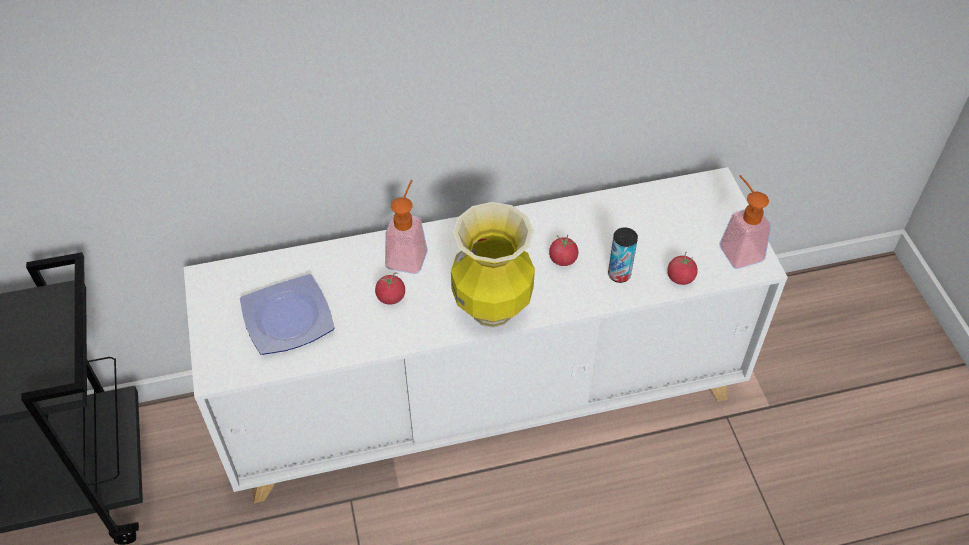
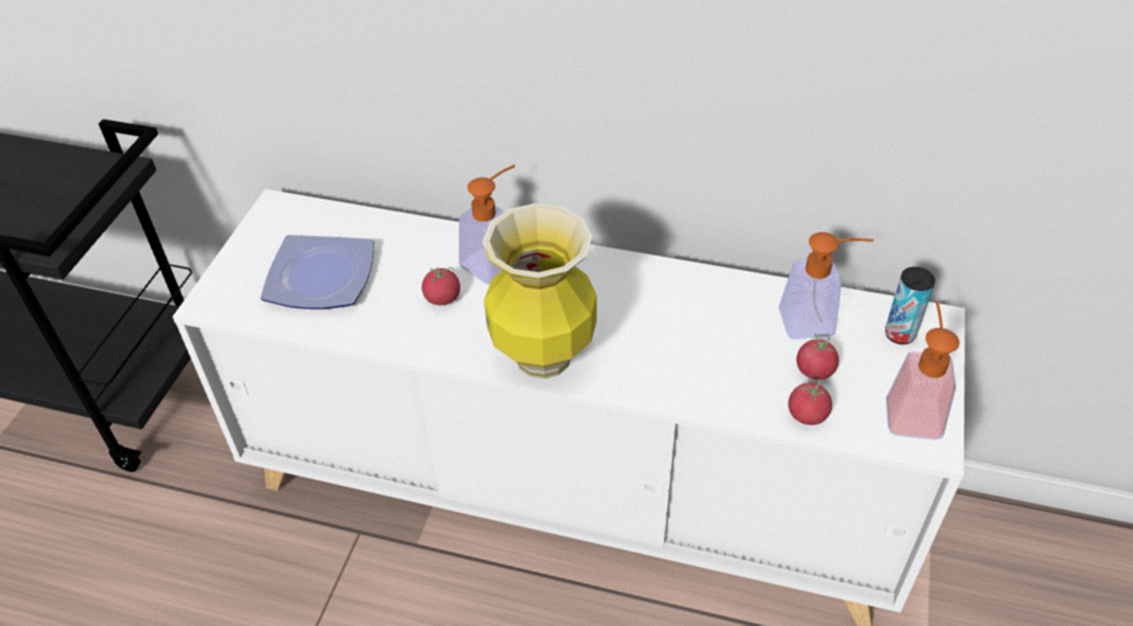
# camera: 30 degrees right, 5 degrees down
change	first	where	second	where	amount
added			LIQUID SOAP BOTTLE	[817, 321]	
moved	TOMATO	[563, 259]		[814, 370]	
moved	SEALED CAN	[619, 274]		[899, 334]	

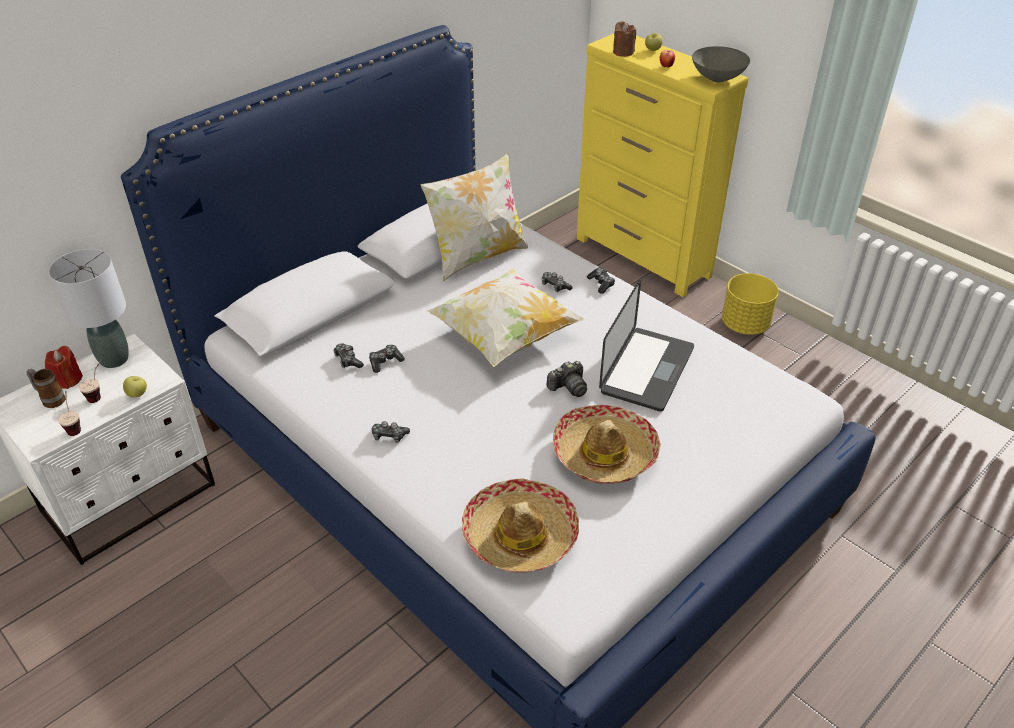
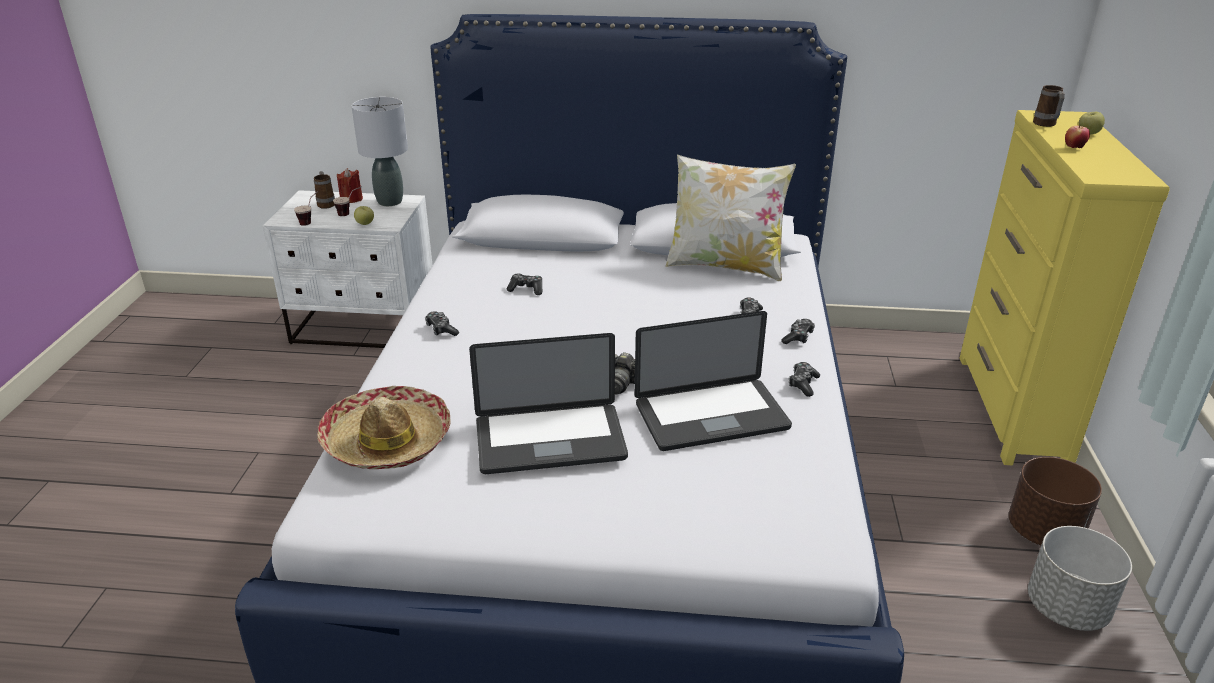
# camera: 50 degrees right, 10 degrees down
change	first	where	second	where	amount
replaced	HAT	[604, 454]	PORTABLE COMPUTER	[550, 441]	
moved	GAME CONTROLLER	[348, 360]		[803, 384]	
recoloured	YELLOW FLOWER POT	[745, 324]	BROWNISH FLOWER POT	[1044, 532]	
added			GRAY FLOWER POT	[1066, 607]	
replaced	BROWNISH WAX CANDLE	[623, 52]	TEA MUG	[1046, 125]	
removed	PILLOW	[504, 337]			
removed	GRAY SERVING BOWL	[717, 78]			

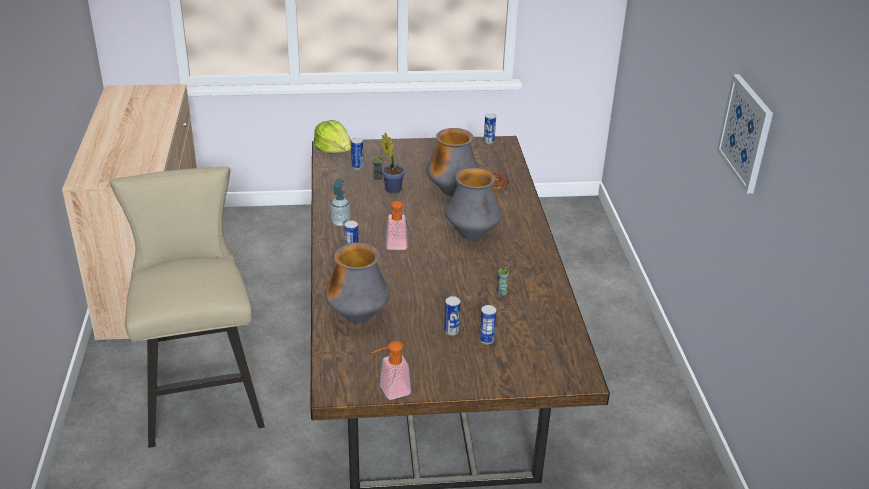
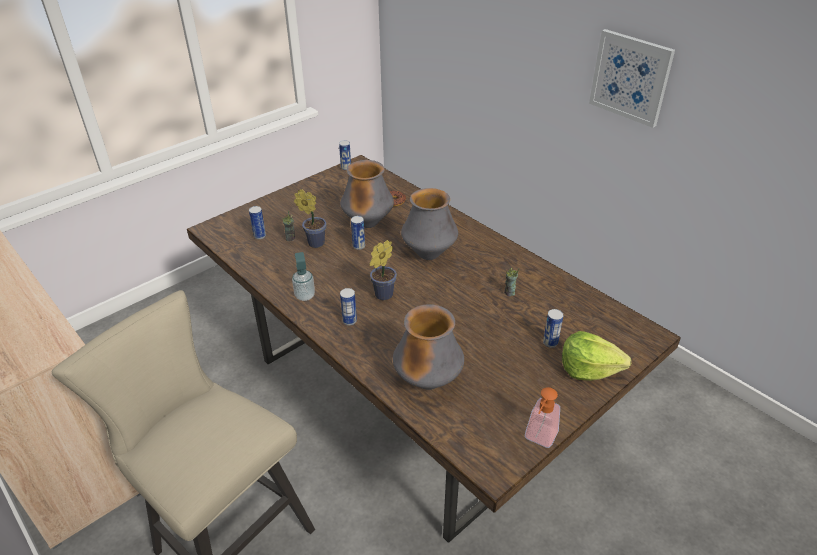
# camera: 35 degrees left, 5 degrees up
change	first	where	second	where	amount
moved	SEALED CAN	[451, 331]		[359, 246]	
replaced	LIQUID SOAP BOTTLE	[396, 247]	POTTED PLANT	[381, 295]	
moved	LETTUCE	[333, 150]		[588, 369]	

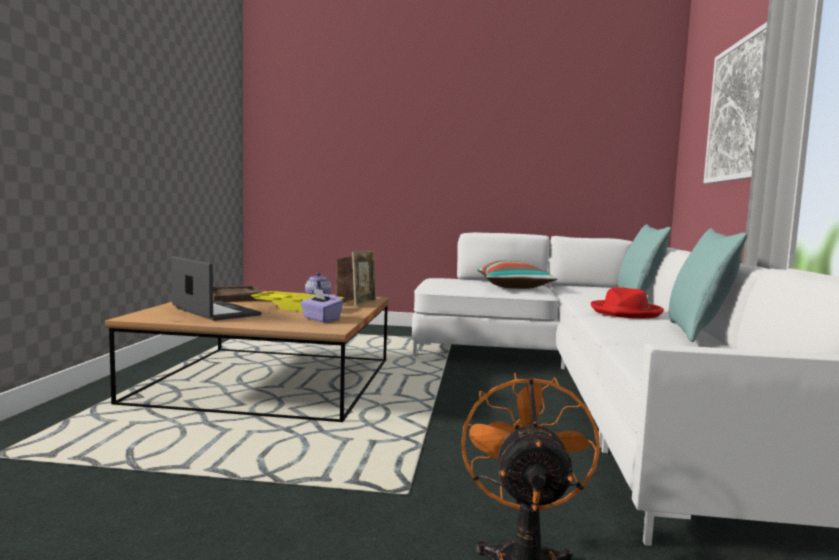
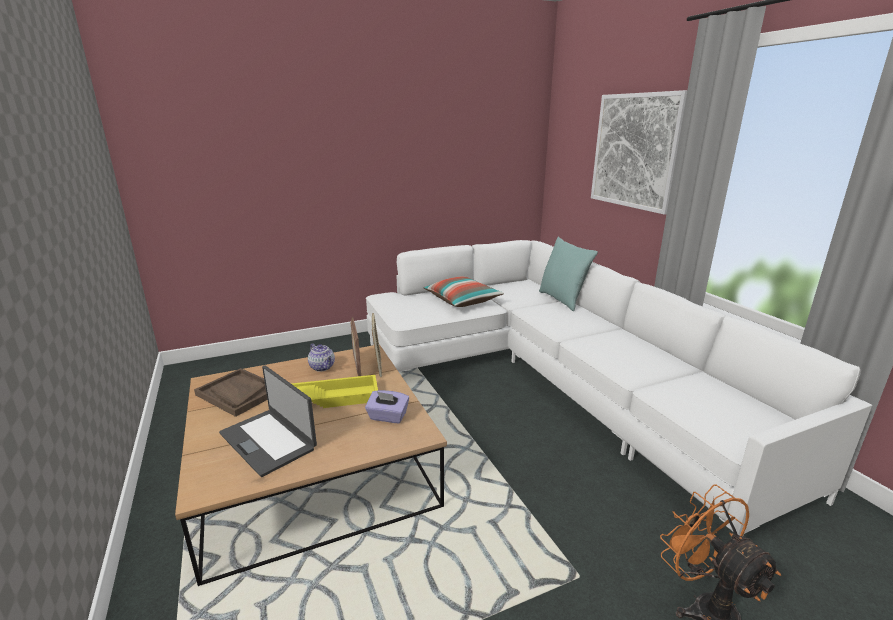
# camera: 30 degrees left, 15 degrees up
change	first	where	second	where	amount
turned	PORTABLE COMPUTER	[214, 312]		[269, 440]	150 degrees counterclockwise
removed	REDDISH HAT	[626, 312]			
removed	TURQUOISE-COLOURED PILLOW	[697, 333]			

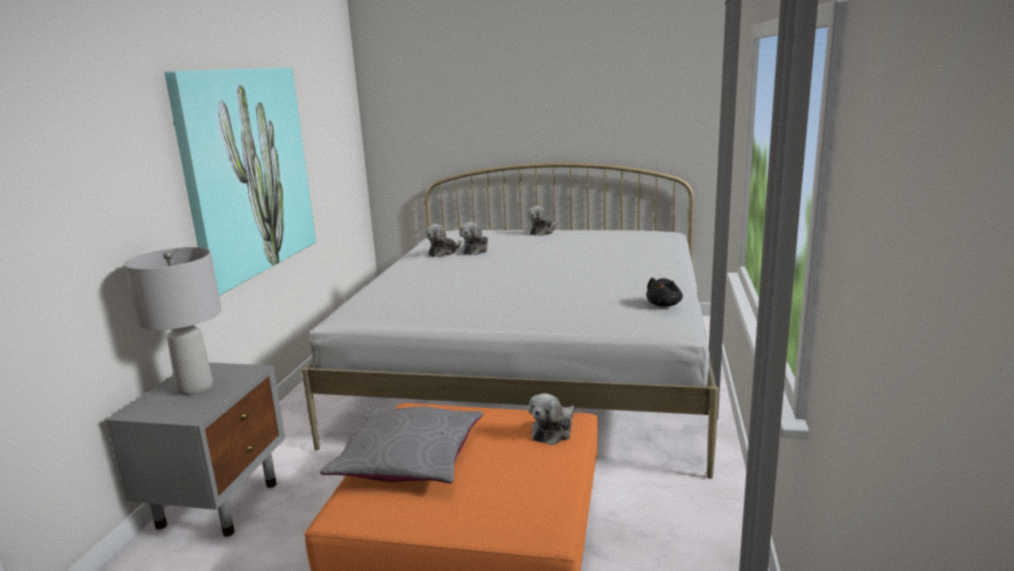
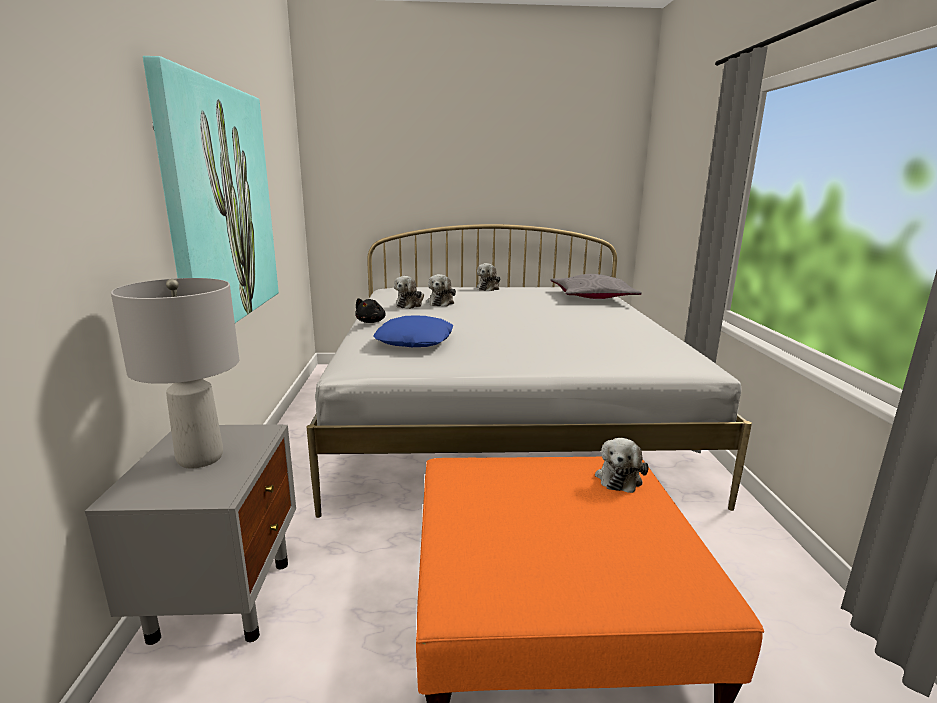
# camera: 15 degrees left, 0 degrees up
change	first	where	second	where	amount
moved	BLACK-COLOURED SOFT TOY	[664, 304]		[371, 322]	
added			BLUE PILLOW	[415, 341]	
moved	GRAY PILLOW	[408, 458]		[592, 297]	

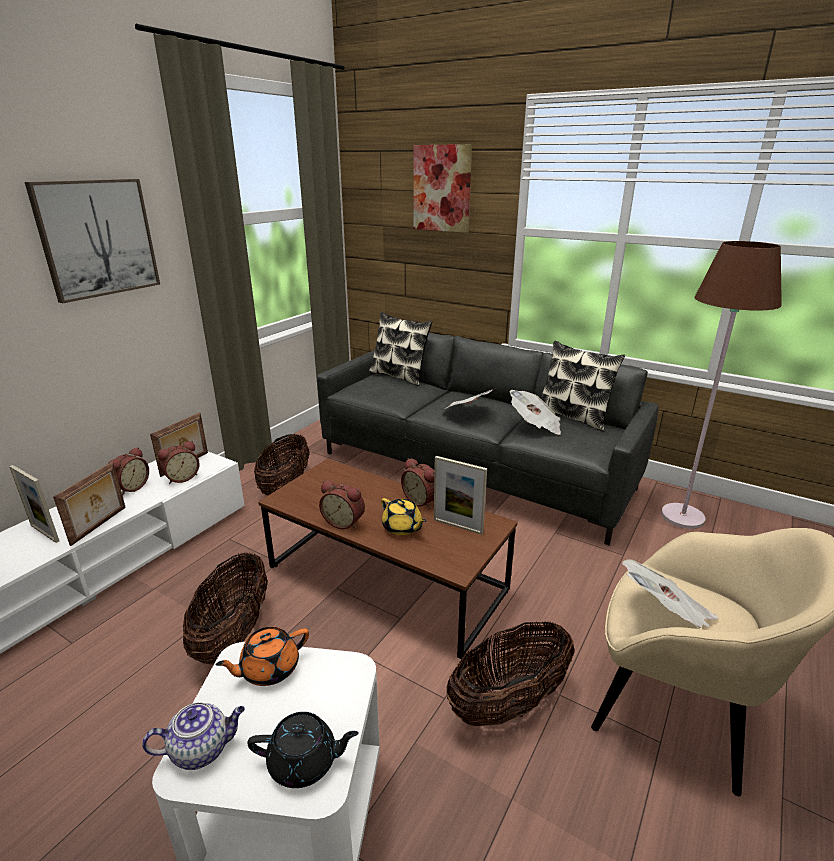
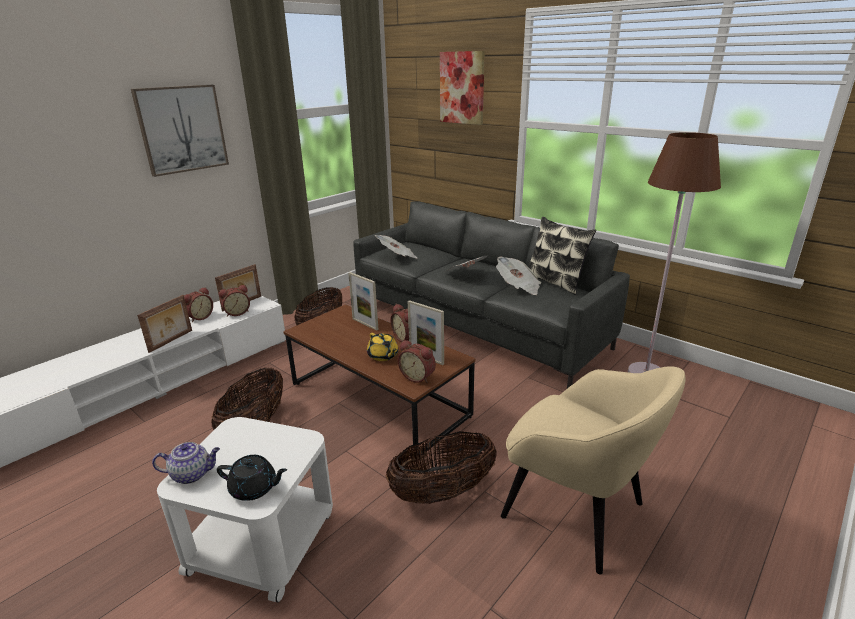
# camera: 10 degrees right, 0 degrees up
change	first	where	second	where	amount
moved	STANDING FRAME	[45, 533]		[365, 324]	
moved	DAILY PAPER	[666, 613]		[397, 257]	
moved	BEDSIDE CLOCK	[344, 522]		[418, 376]	
removed	ORANGEY TEAPOT	[269, 669]			
removed	PILLOW	[399, 376]			

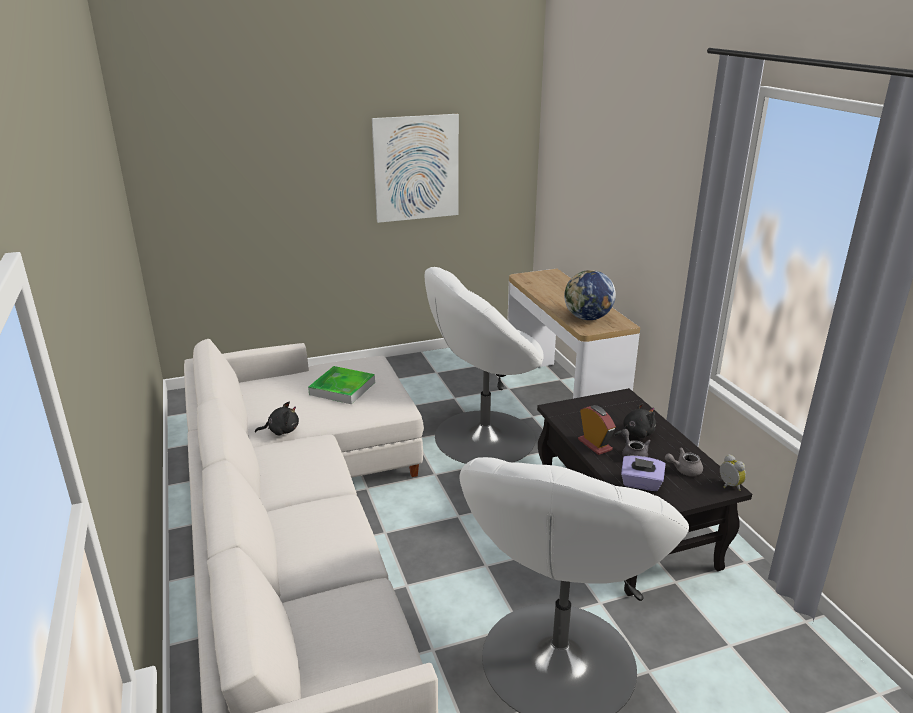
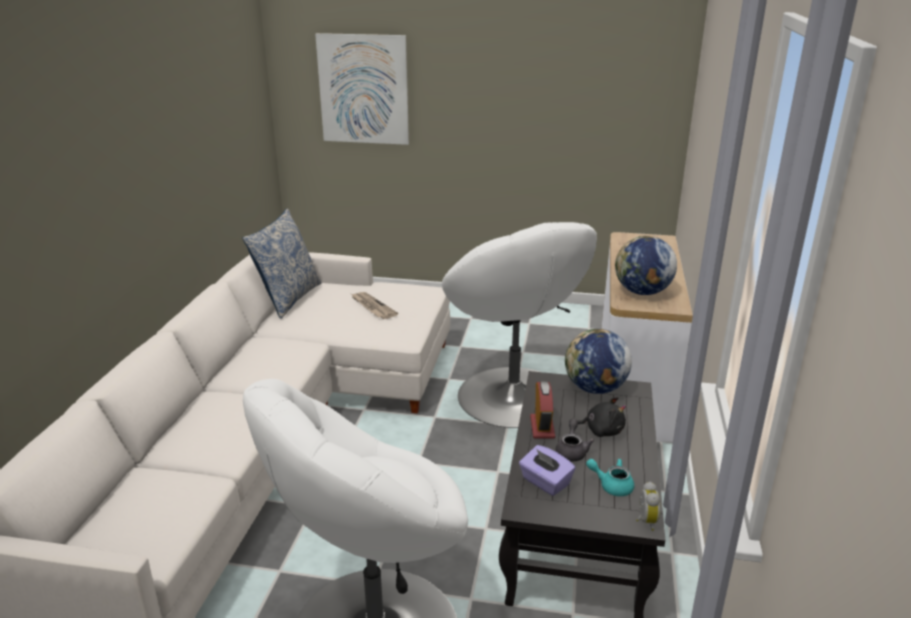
# camera: 30 degrees right, 0 degrees up
change	first	where	second	where	amount
added			PILLOW	[288, 299]	
moved	WALL ART	[416, 168]		[363, 89]	
replaced	TRAY	[342, 388]	DAILY PAPER	[372, 307]	
turned	WHITE EASY CHAIR	[482, 437]		[513, 397]	120 degrees counterclockwise
added			WORLD GLOBE	[595, 388]	
recoloured	GRAY TEAPOT	[684, 470]	TURQUOISE-COLOURED TEAPOT	[611, 485]	
removed	BLACK-COLOURED SOFT TOY	[281, 431]			

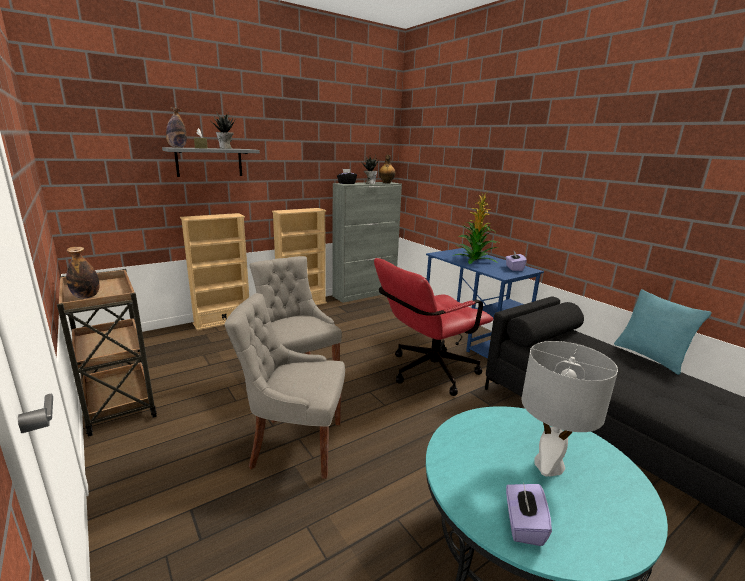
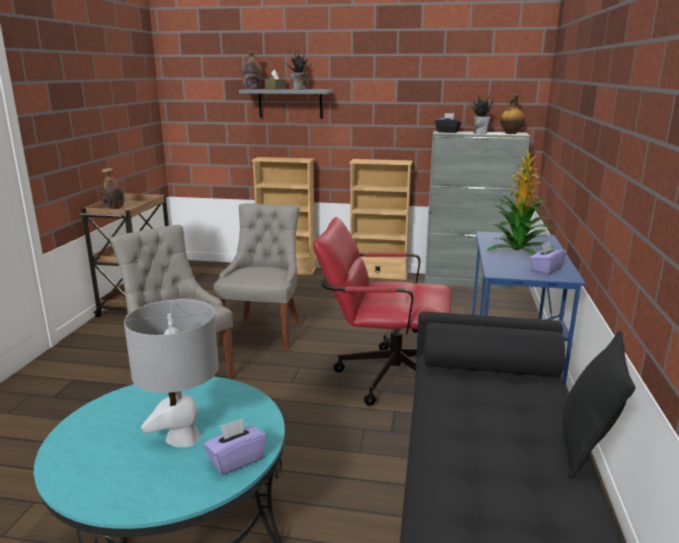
# camera: 45 degrees right, 0 degrees up
change	first	where	second	where	amount
moved	PURPLE-COLOURED BOX OF TISSUES	[523, 525]		[236, 460]	
recoloured	TURQUOISE-COLOURED PILLOW	[650, 357]	BLACK-COLOURED PILLOW	[585, 446]	

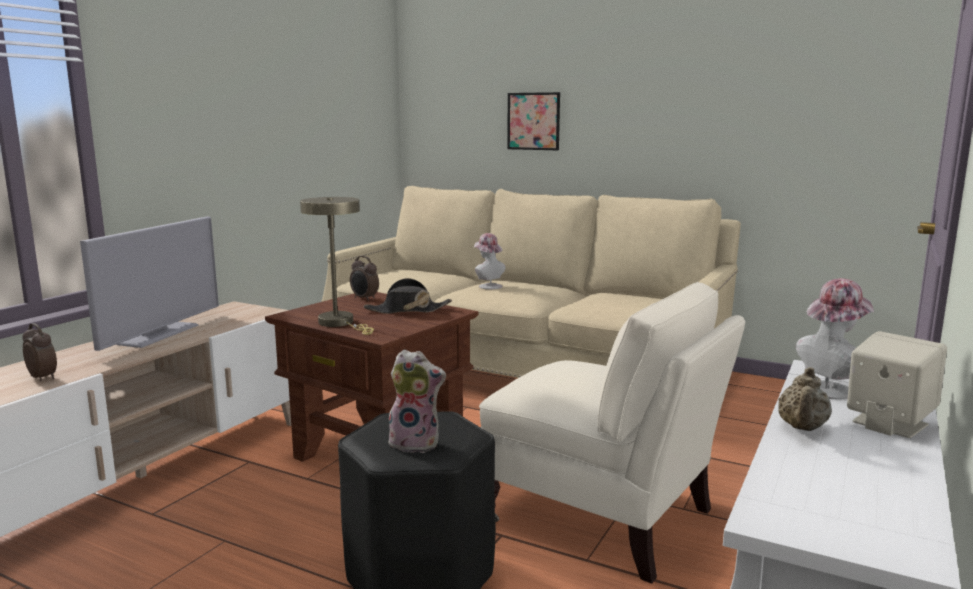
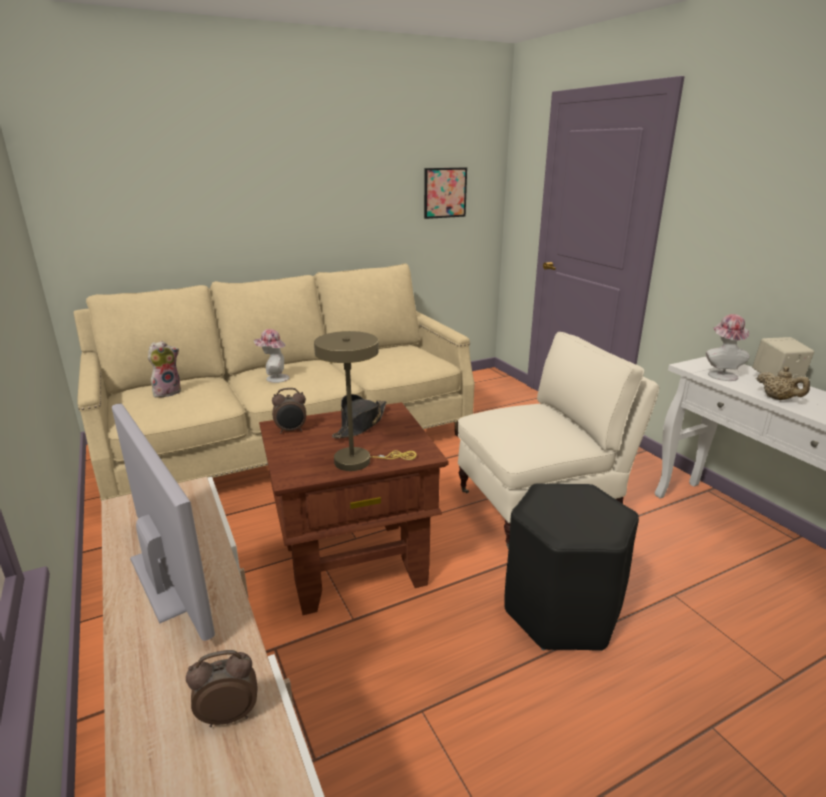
# camera: 55 degrees left, 10 degrees up
change	first	where	second	where	amount
moved	SOFT TOY	[416, 443]		[167, 392]	
moved	WALL ART	[533, 121]		[445, 193]	

